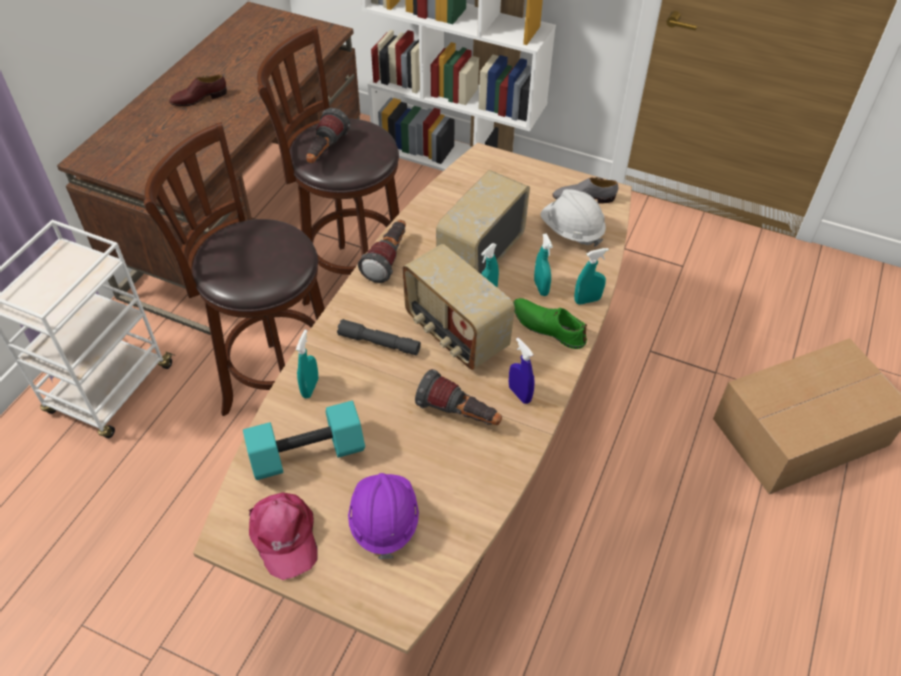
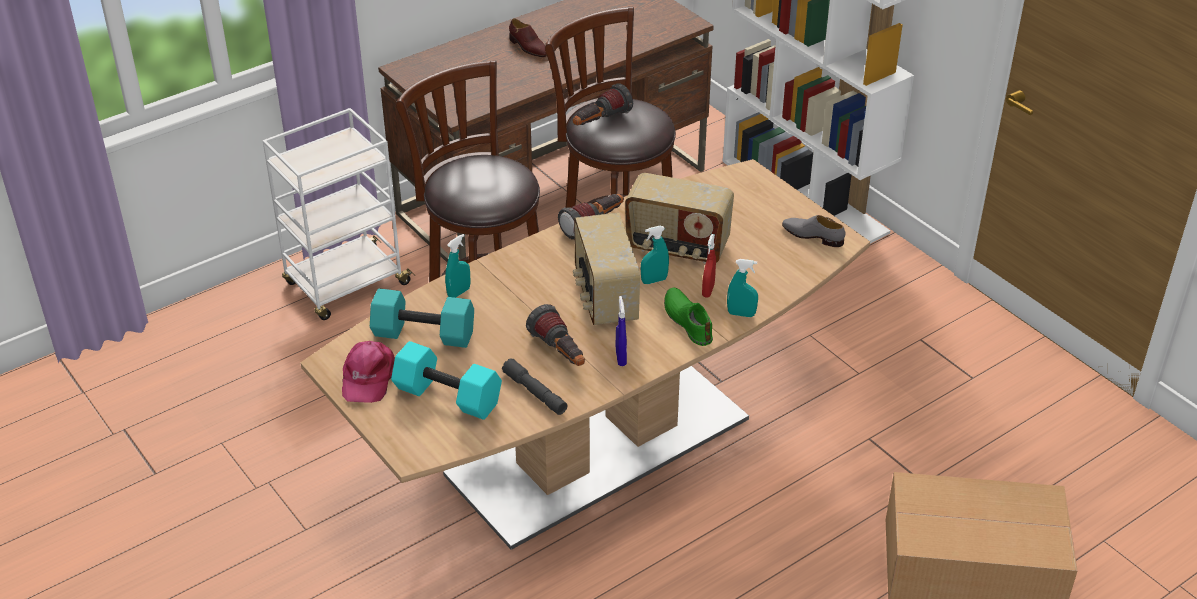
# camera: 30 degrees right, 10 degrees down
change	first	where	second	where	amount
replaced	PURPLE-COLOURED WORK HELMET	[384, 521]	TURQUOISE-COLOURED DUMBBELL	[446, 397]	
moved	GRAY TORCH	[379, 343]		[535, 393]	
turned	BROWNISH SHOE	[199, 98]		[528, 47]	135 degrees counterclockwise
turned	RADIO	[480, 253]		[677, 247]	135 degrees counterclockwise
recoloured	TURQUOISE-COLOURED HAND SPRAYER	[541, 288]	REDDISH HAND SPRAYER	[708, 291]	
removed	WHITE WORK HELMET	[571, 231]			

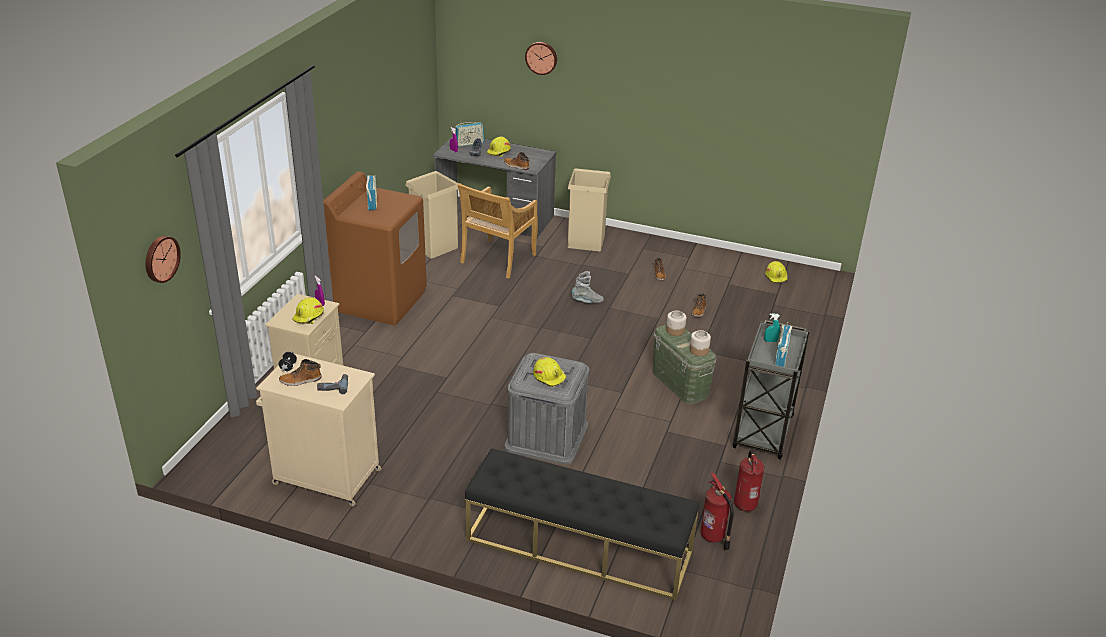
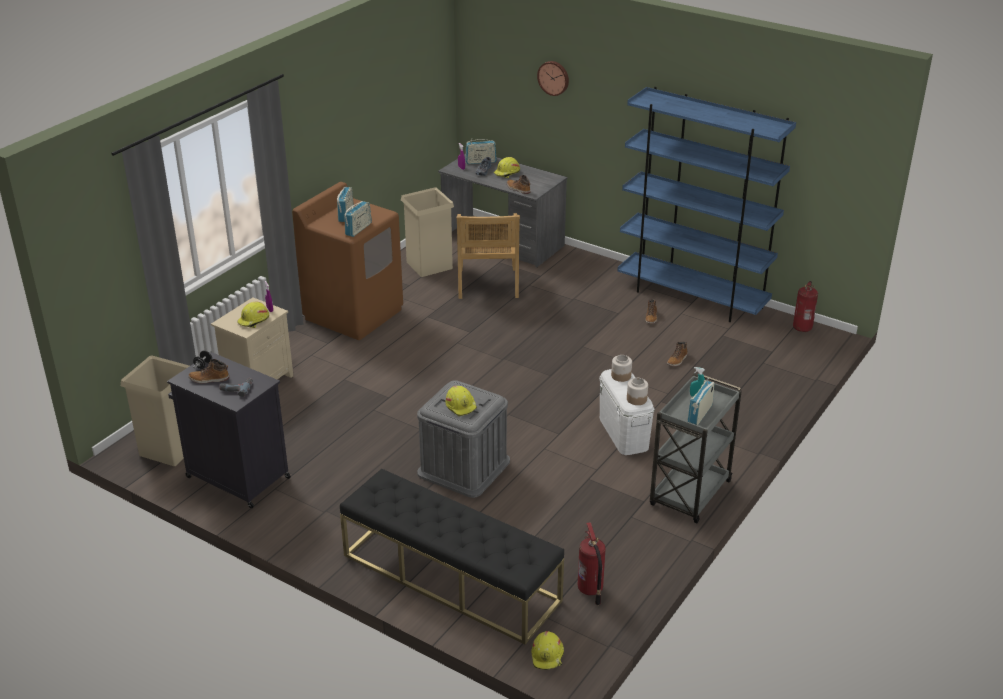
# camera: 15 degrees right, 0 degrees up
change	first	where	second	where	amount
moved	BEIGE RUBBISH BIN	[586, 241]		[169, 448]	
recoloured	BEIGE CABINET	[325, 476]	BLACK-COLOURED CABINET	[236, 477]	
added			RADIO	[358, 229]	
turned	BEIGE UPRIGHT CHAIR	[497, 259]		[488, 284]	45 degrees counterclockwise
moved	YELLOW WORK HELMET	[776, 277]		[548, 656]	
recoloured	GREENISH STORAGE BIN	[680, 384]	WHITE STORAGE BIN	[624, 433]	
added			BLUE SHELVING UNIT	[692, 297]	
moved	FIRE-FIGHTING CYLINDER	[745, 504]		[802, 327]	
removed	WALL CLOCK	[160, 258]			
removed	GRAY TALL BOOT	[587, 301]			

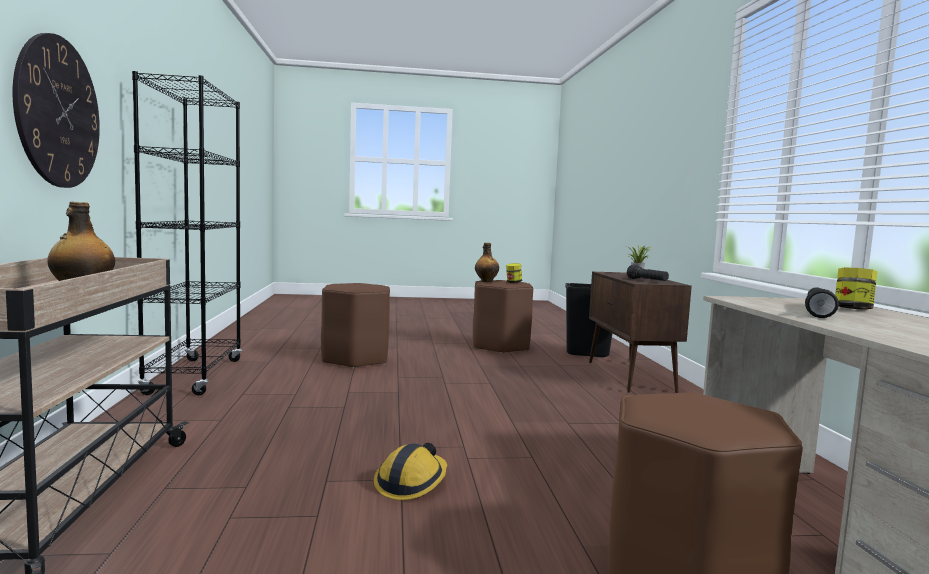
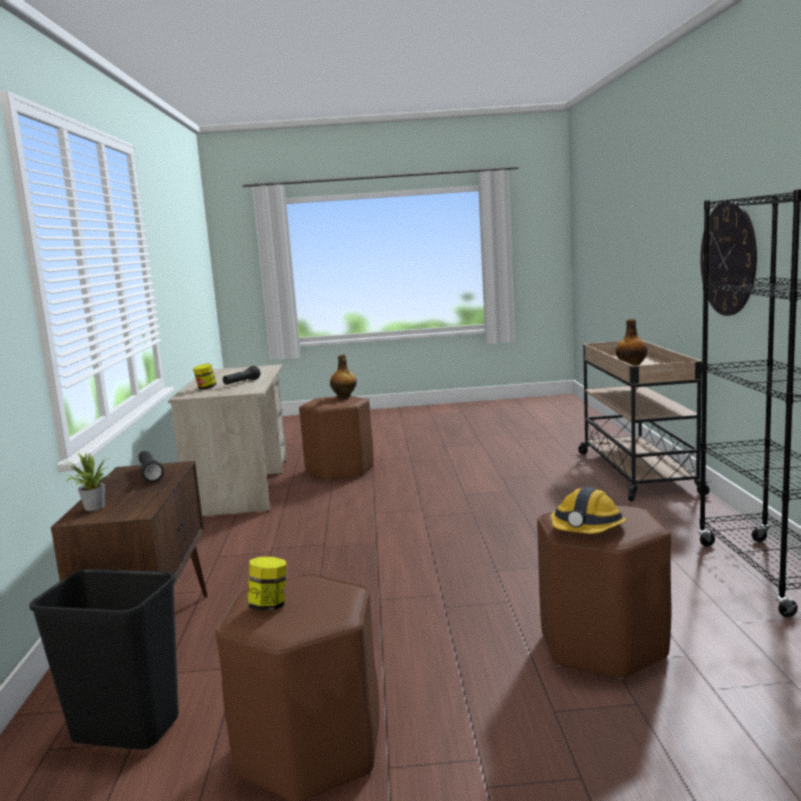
# camera: 175 degrees left, 5 degrees up
change	first	where	second	where	amount
moved	DRINK BOTTLE	[486, 281]		[344, 397]	
moved	WORK HELMET	[411, 483]		[587, 529]	

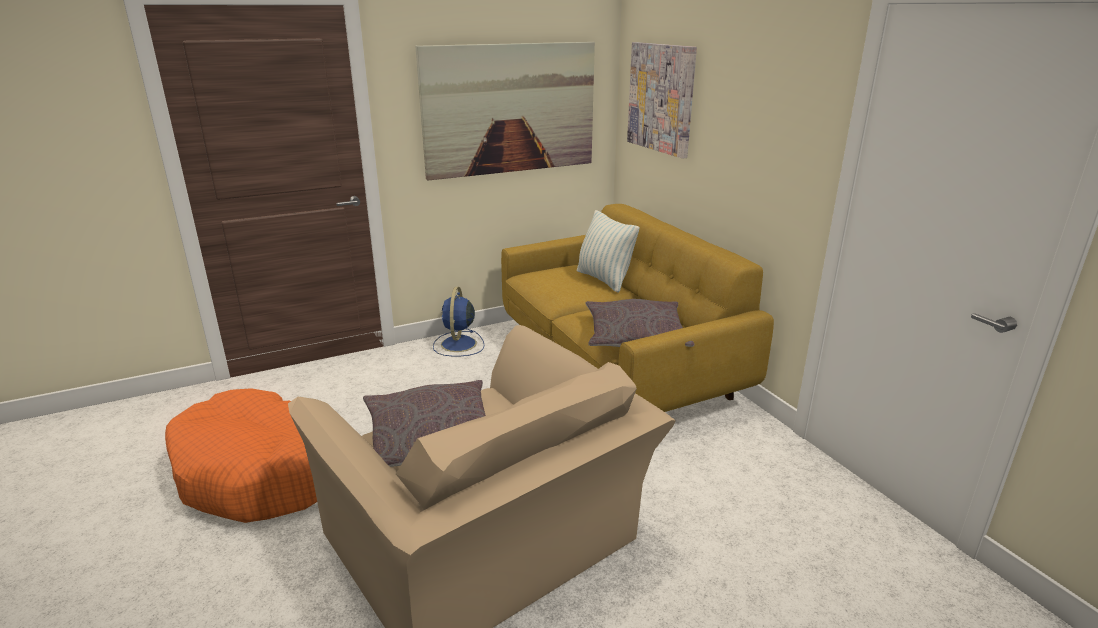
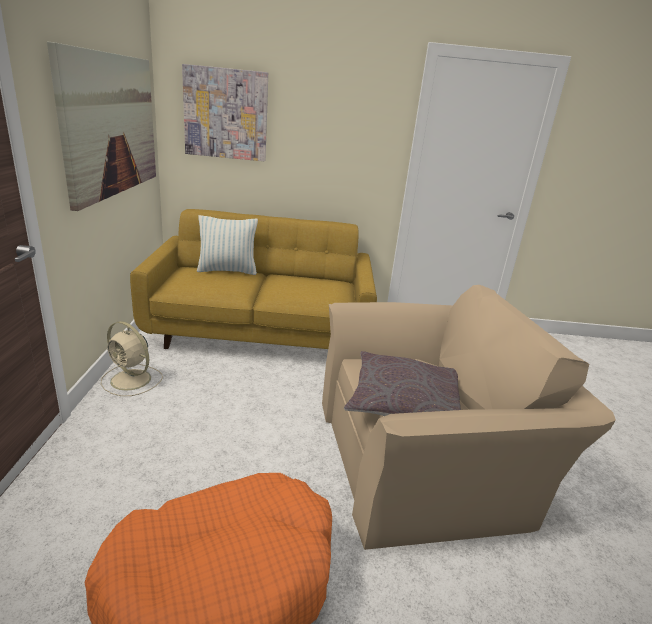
# camera: 65 degrees left, 0 degrees up
change	first	where	second	where	amount
recoloured	BLUE FAN	[458, 344]	BEIGE FAN	[132, 380]	
removed	GRAY PILLOW	[635, 336]			

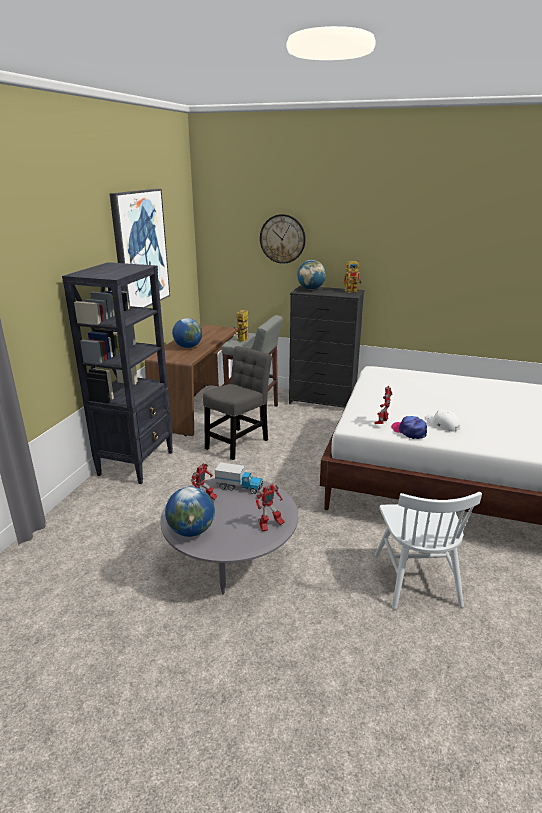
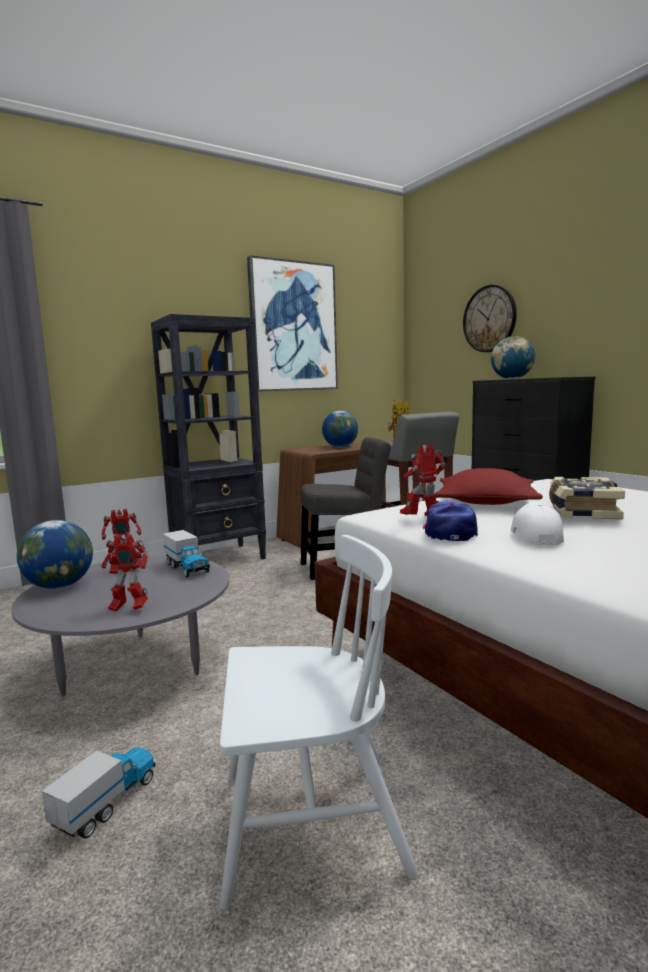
# camera: 40 degrees right, 15 degrees down
change	first	where	second	where	amount
added			TOY LORRY	[107, 803]	
turned	WHITE UPRIGHT CHAIR	[416, 579]		[310, 823]	135 degrees counterclockwise
added			REDDISH PILLOW	[485, 502]	
added			BOOK	[581, 511]	
removed	ROBOT FIGURE	[353, 291]			

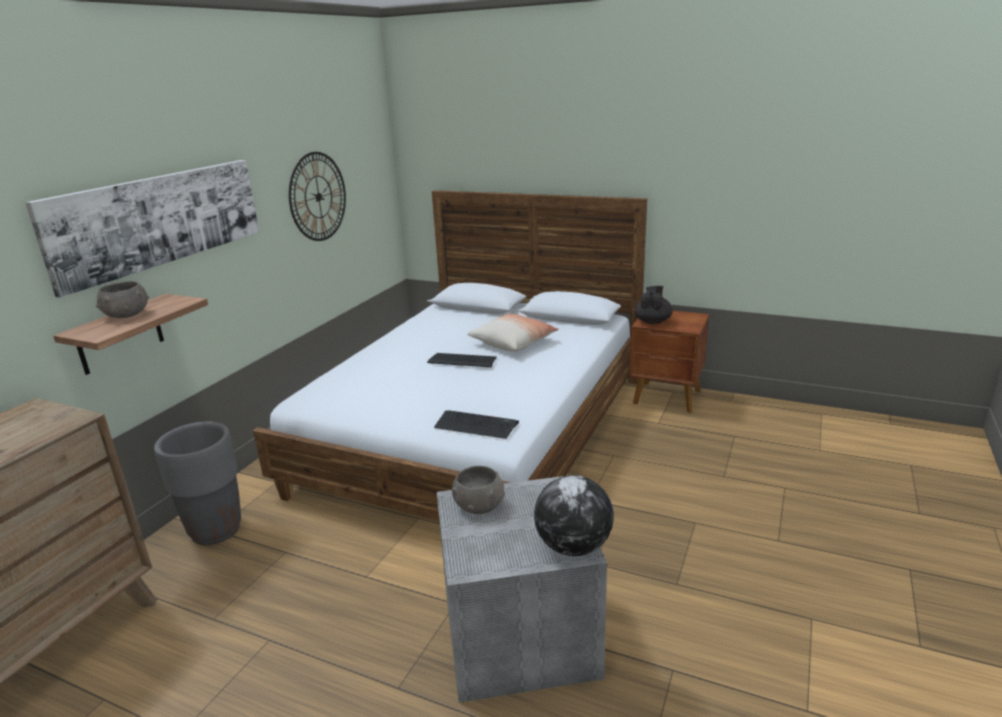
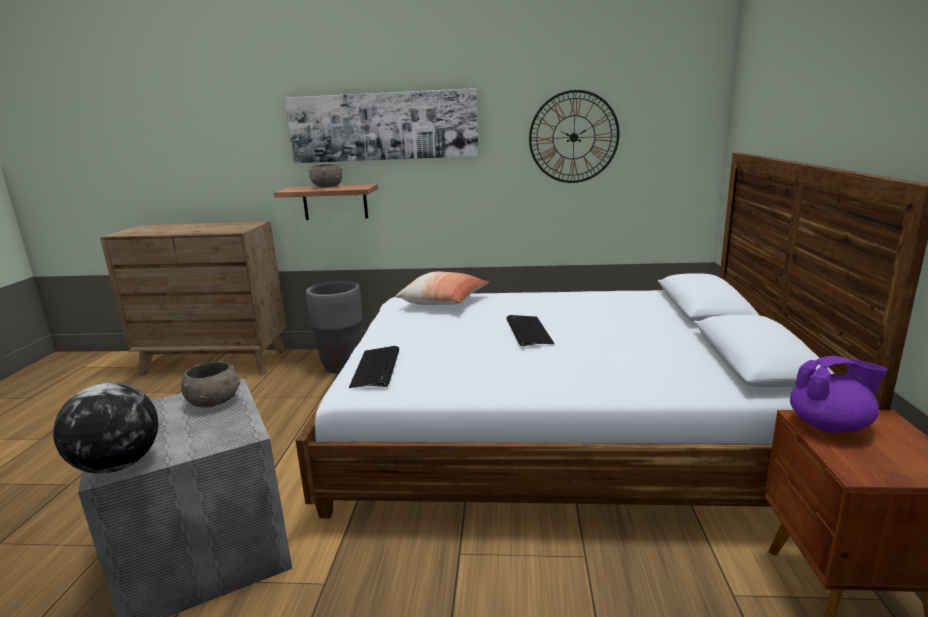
# camera: 70 degrees right, 5 degrees down
change	first	where	second	where	amount
moved	PILLOW	[513, 343]		[444, 302]	
recoloured	BLACK-COLOURED TEAPOT	[652, 321]	PURPLE-COLOURED TEAPOT	[830, 426]	

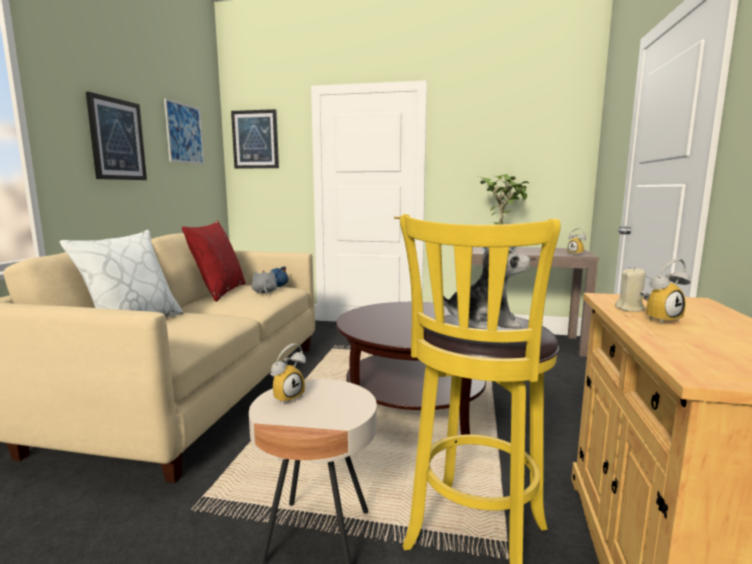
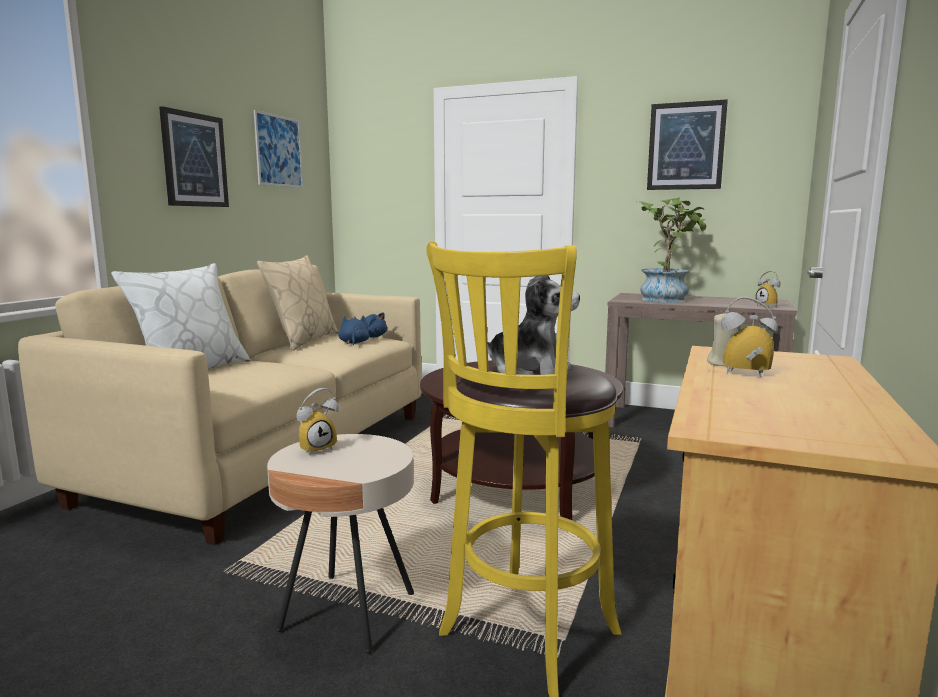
# camera: 10 degrees right, 0 degrees up
change	first	where	second	where	amount
recoloured	REDDISH PILLOW	[219, 292]	BEIGE PILLOW	[302, 340]	
recoloured	GRAY SOFT TOY	[264, 292]	BLUE SOFT TOY	[354, 343]	
moved	WALL ART	[255, 139]		[686, 146]	
turned	BEDSIDE CLOCK	[659, 319]		[745, 375]	150 degrees counterclockwise

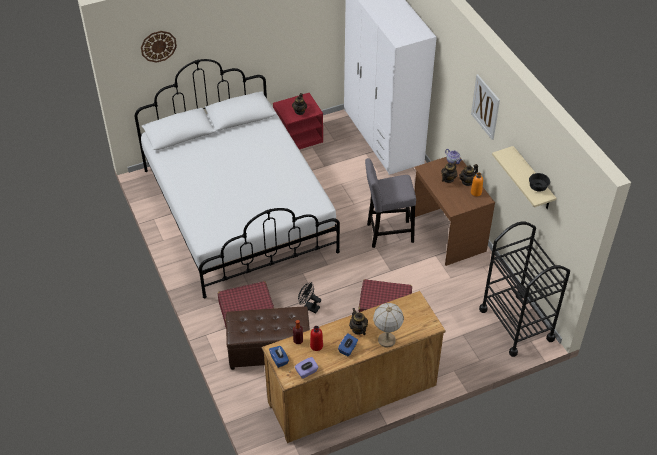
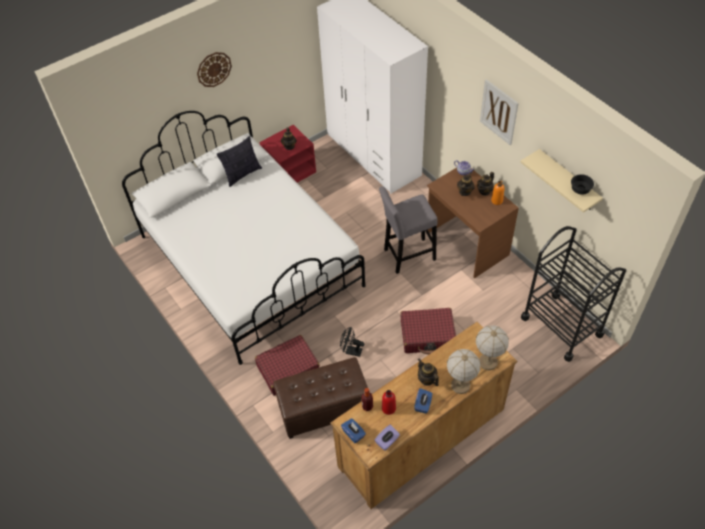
# camera: 10 degrees left, 5 degrees up
change	first	where	second	where	amount
moved	WALL CLOCK	[158, 46]		[214, 69]	
added			PILLOW	[242, 174]	
added			TABLE LAMP	[488, 362]	

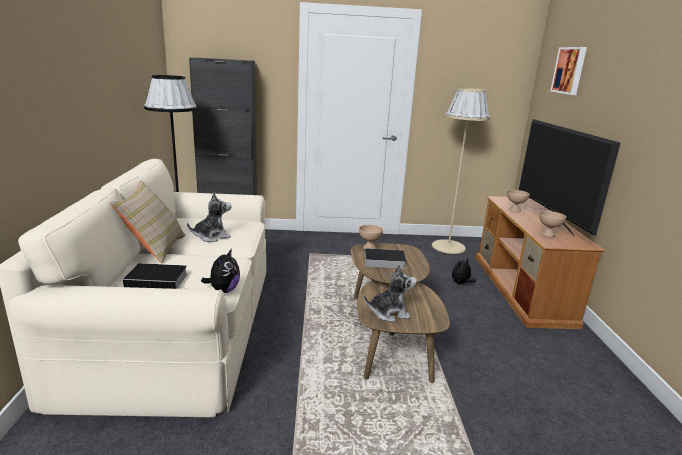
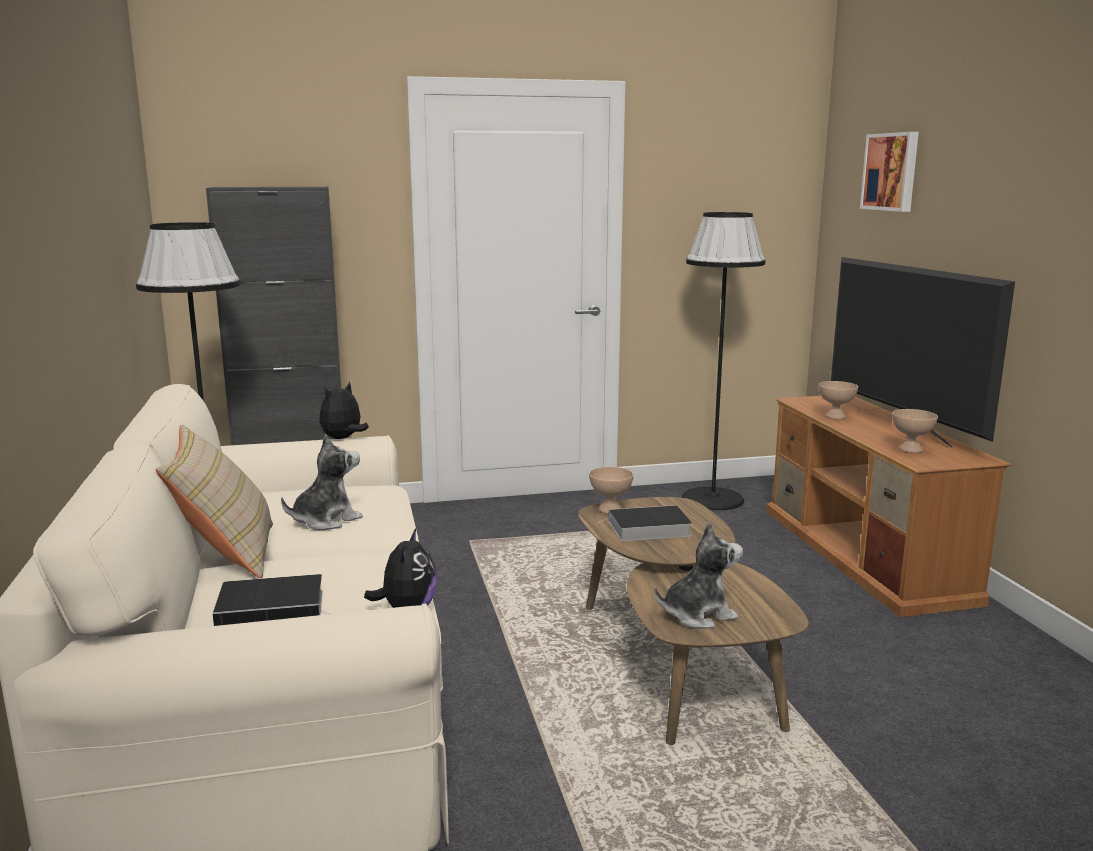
# camera: 10 degrees left, 5 degrees down
change	first	where	second	where	amount
moved	SOFT TOY	[461, 283]		[343, 438]	
recoloured	BEIGE STANDING LAMP	[448, 246]	BLACK-COLOURED STANDING LAMP	[713, 499]	

